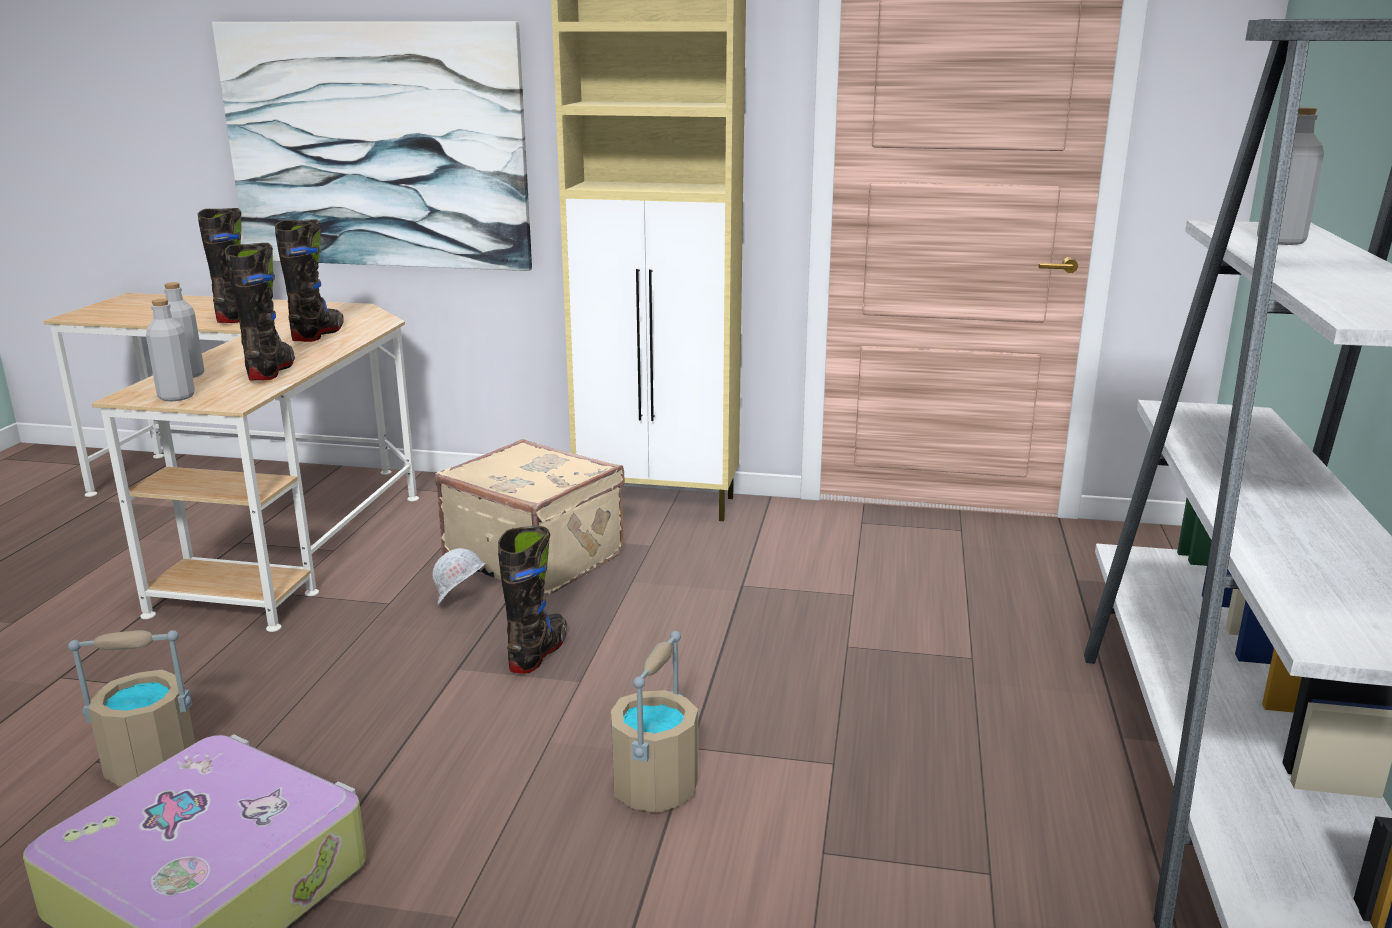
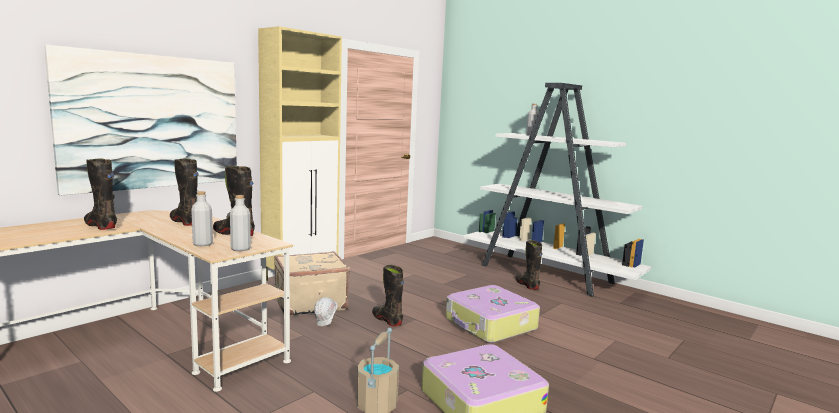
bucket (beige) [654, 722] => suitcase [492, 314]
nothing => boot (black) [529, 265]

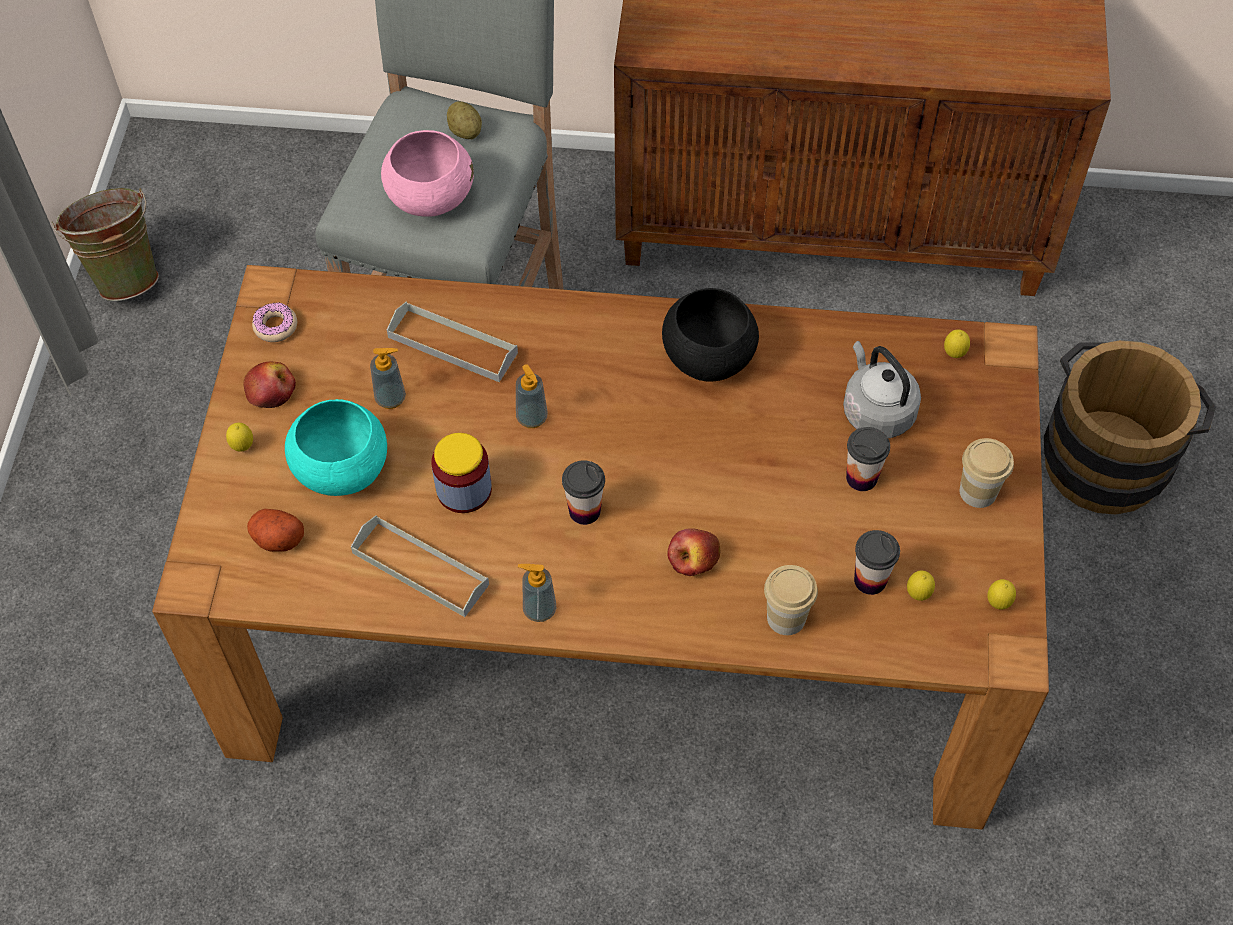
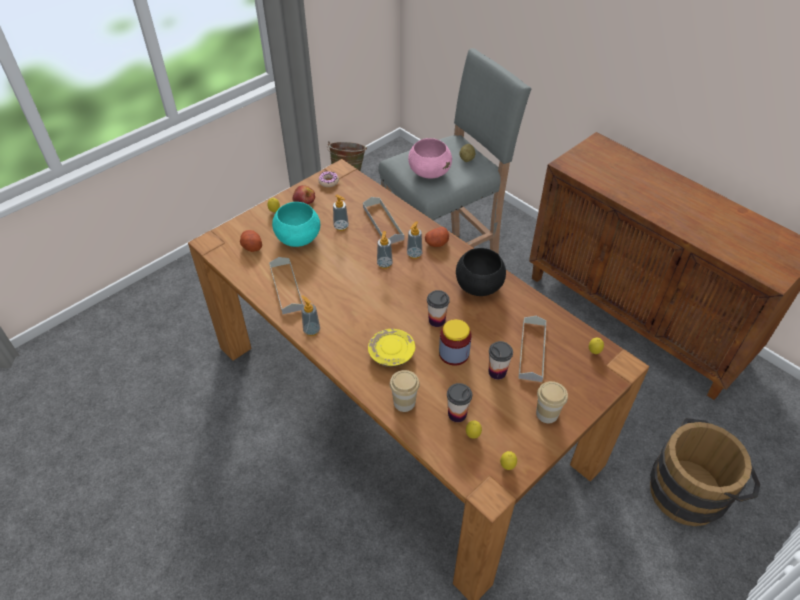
apple [693, 552] => plate (yellow) [391, 348]
nothing => soap dispenser [414, 240]
nothing => potato [437, 237]
cup [583, 492] => cup [438, 308], moved
jar [461, 473] => jar [455, 342], moved
kettle (grey) [882, 389] => tray (grey) [532, 349]

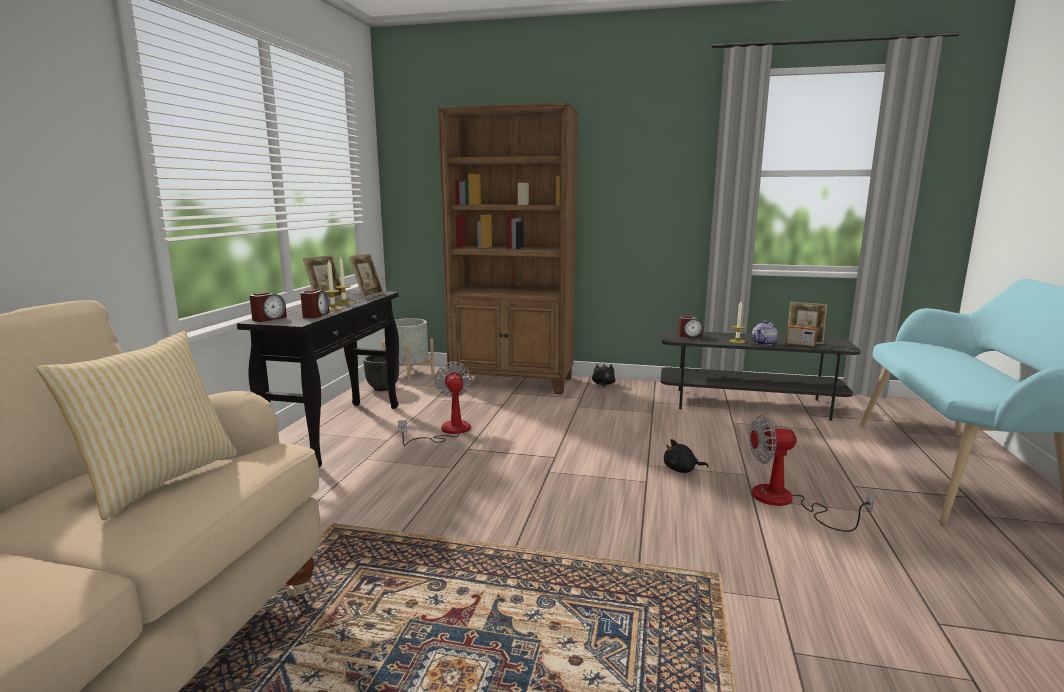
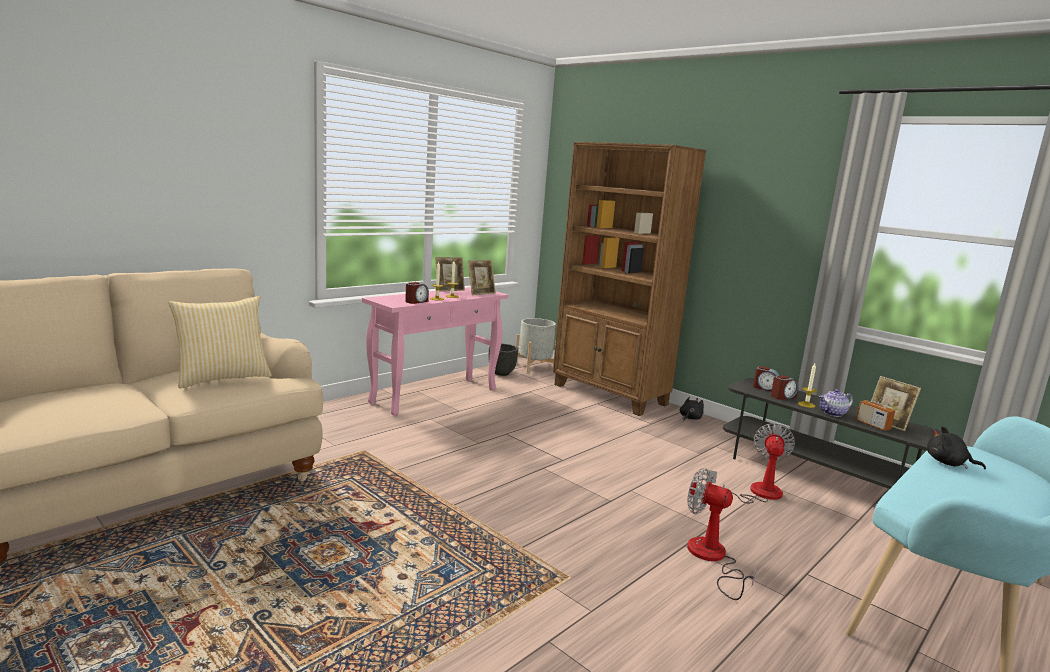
console table (black) [318, 379] => console table (pink) [435, 351]
fan [435, 404] => fan [751, 463], moved
alarm clock [268, 307] => alarm clock [785, 387], moved
plush toy (black) [686, 456] => plush toy (black) [956, 447], moved

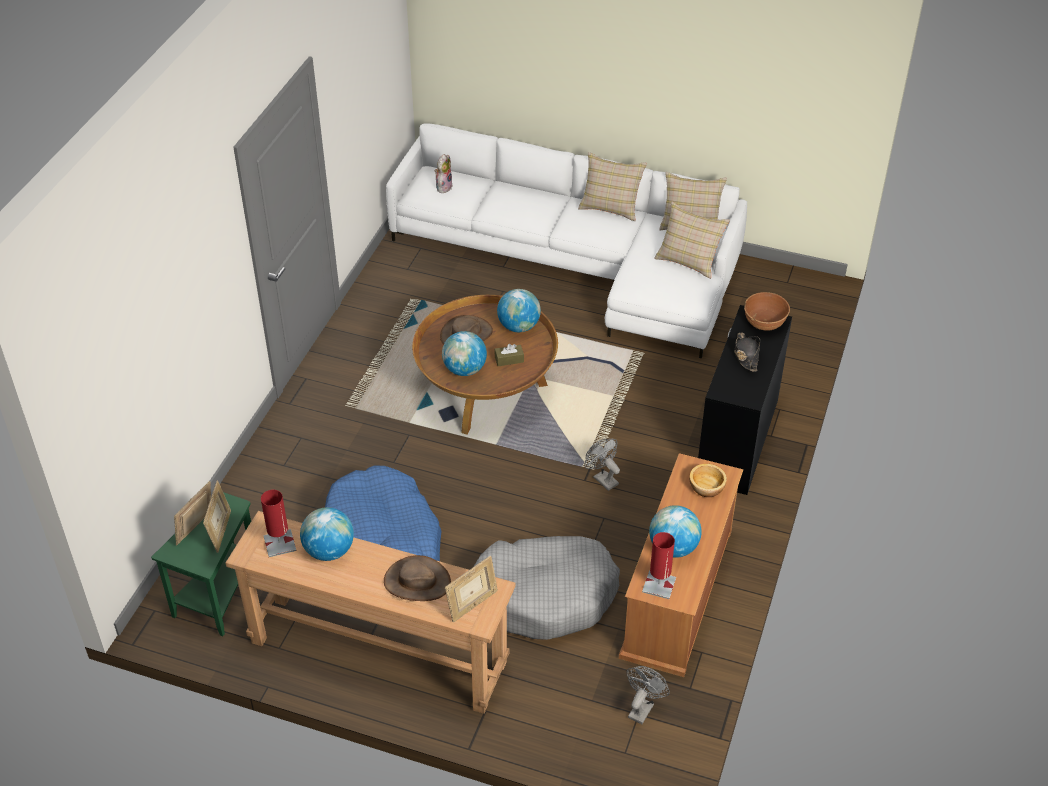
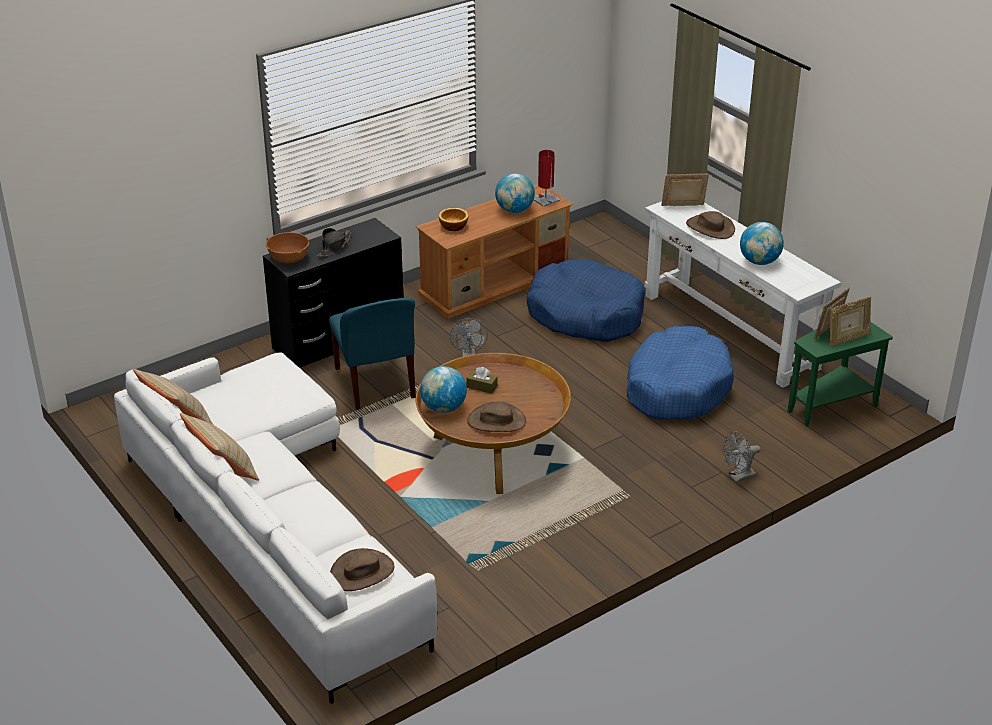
nothing => chair (blue) [372, 354]
plush toy [444, 173] => hat (brown) [362, 569]
dog bed (grey) [547, 588] => dog bed (blue) [585, 300]
console table (brown) [370, 612] => console table (white) [742, 294]
fan (grey) [648, 695] => fan (grey) [742, 456], moved
table lamp (red) [278, 523] => nothing
globe [464, 353] => nothing
pillow (beige) [692, 240] => nothing

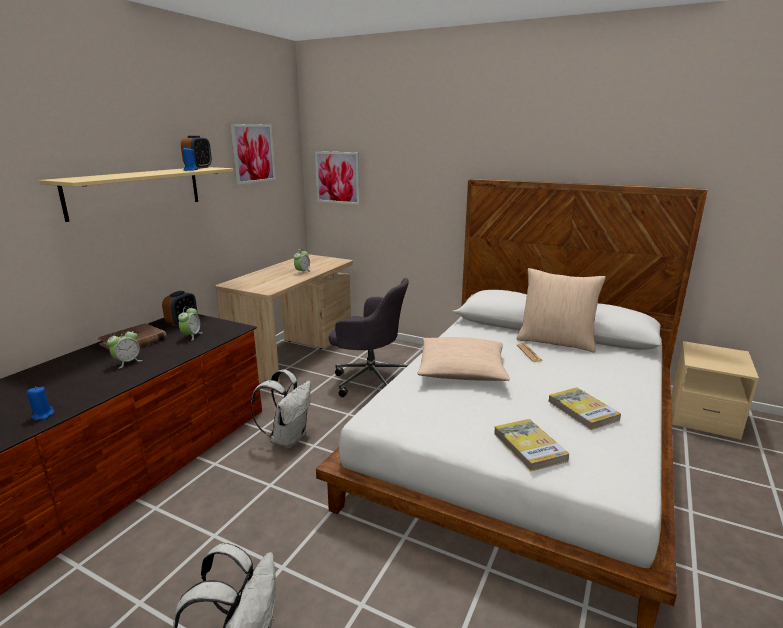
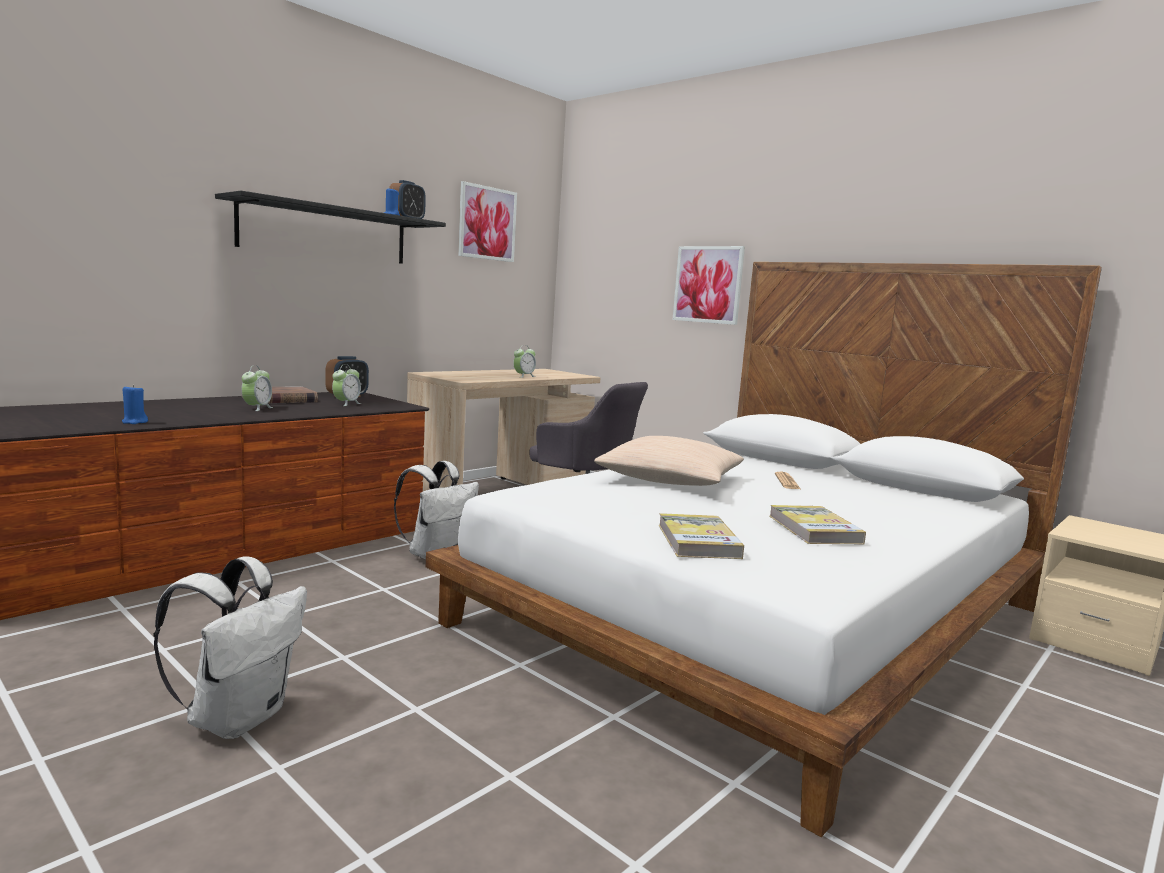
shelf (beige) [136, 194] => shelf (black) [330, 227]
alarm clock [124, 349] => alarm clock [257, 388], 45 degrees counterclockwise
picture [337, 178] => picture [708, 285], moved
pillow (beige) [561, 310] => nothing

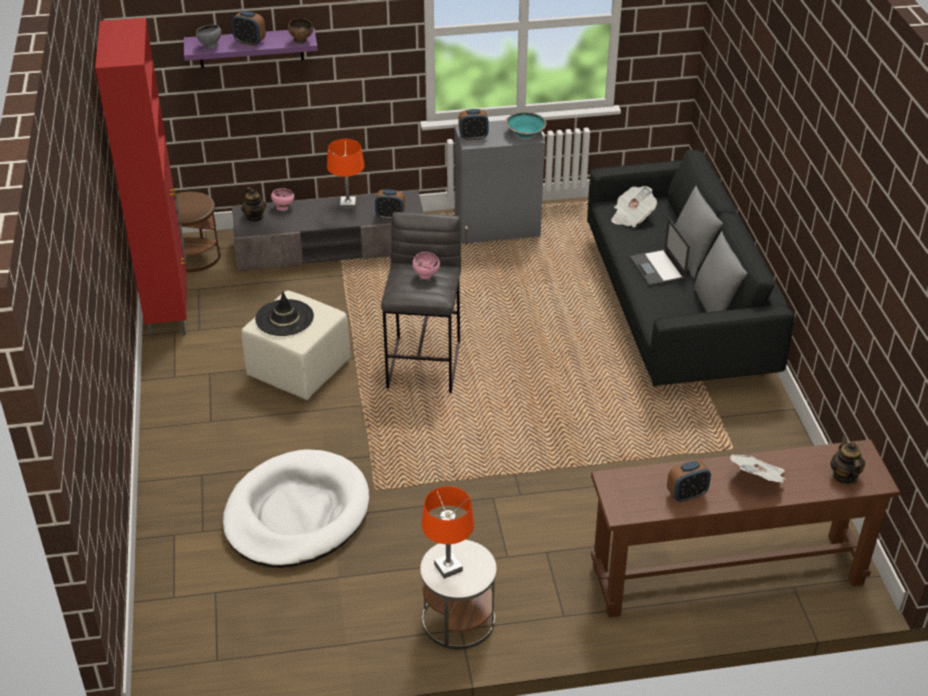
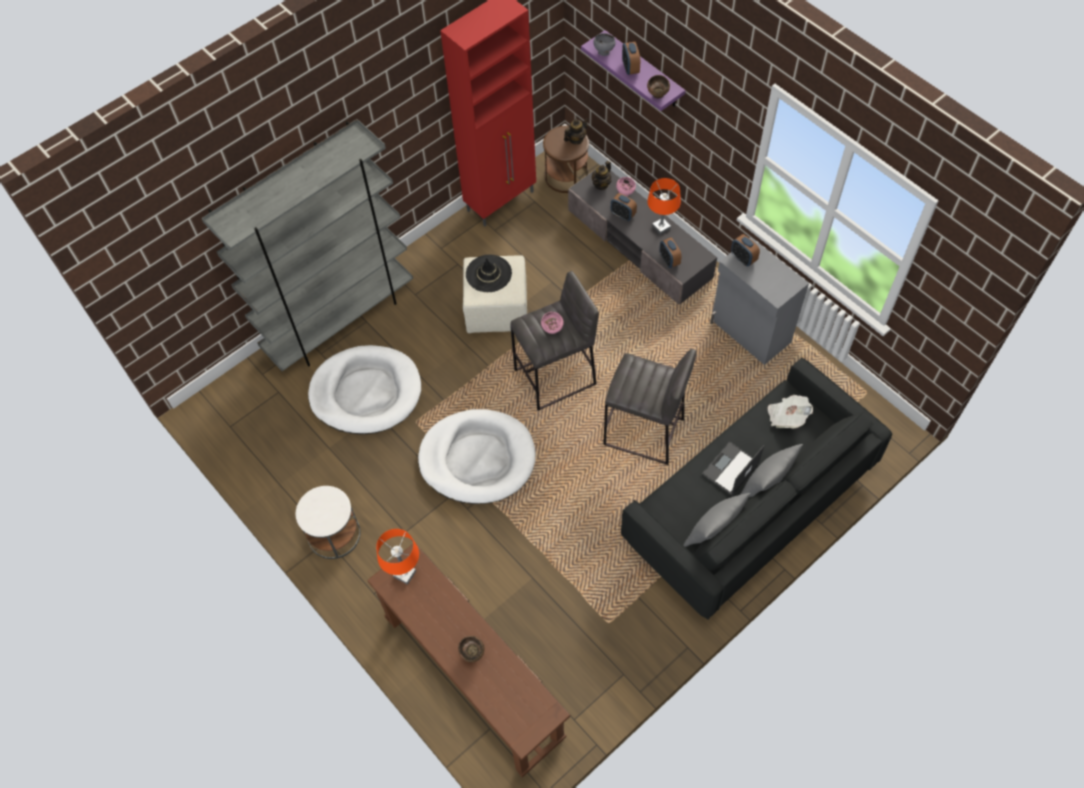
nothing => bookcase (grey) [307, 245]
table lamp (orange) [448, 532] => table lamp (orange) [397, 557], moved
nothing => dog bed (white) [477, 456]
newspaper [757, 469] => bowl (brown) [471, 649]
teapot [847, 460] => teapot [576, 131], moved
nothing => stool (grey) [649, 407]
alarm clock [689, 480] => alarm clock [624, 207], moved
bowl (turquoise) [526, 125] => nothing

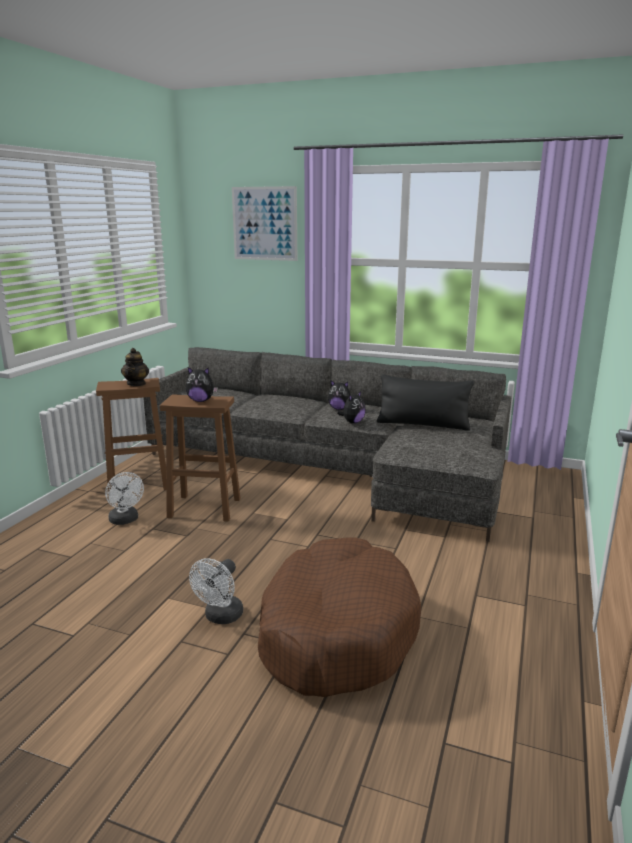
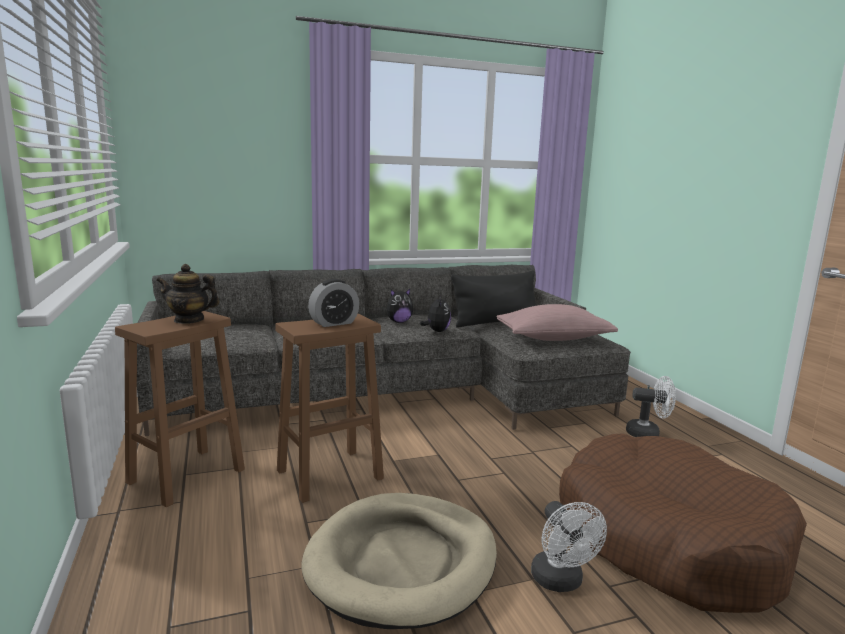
teapot [135, 367] => teapot [187, 294], 135 degrees clockwise
nothing => dog bed (beige) [399, 561]
plush toy [202, 384] => alarm clock [333, 303]
nothing => pillow (pink) [557, 322]
fan (white) [124, 498] => fan (white) [651, 406], moved
picture [264, 223] => nothing

